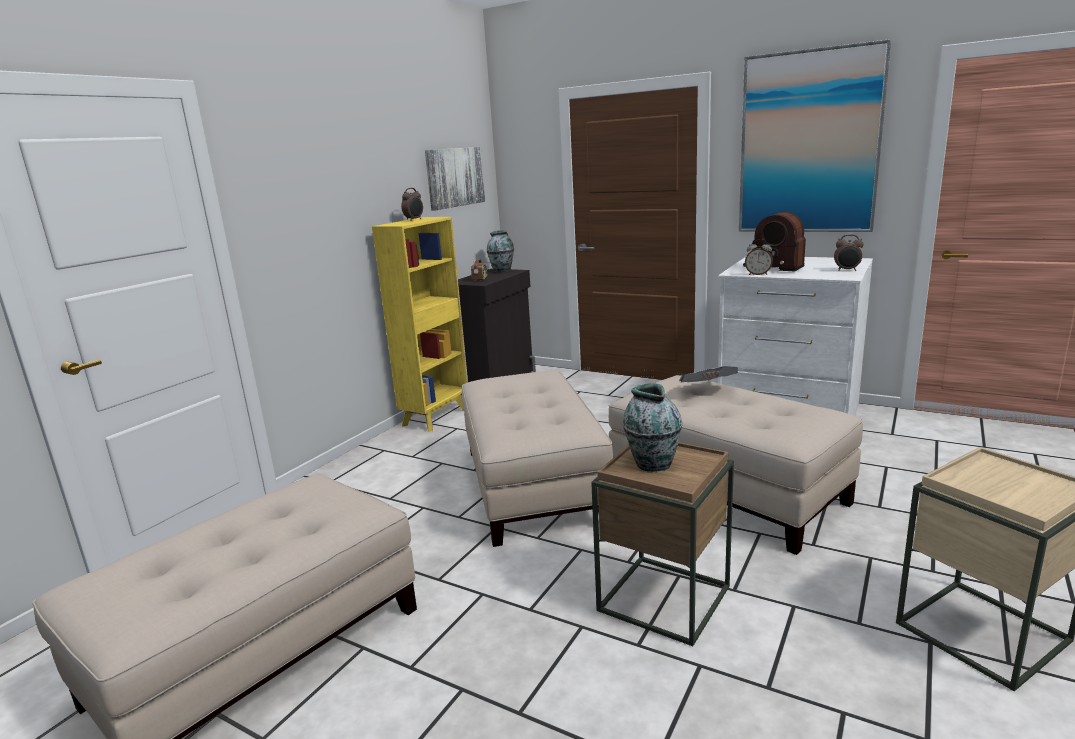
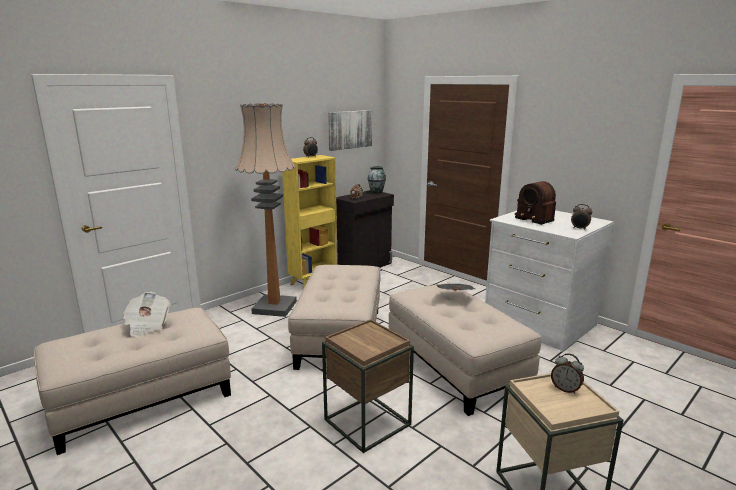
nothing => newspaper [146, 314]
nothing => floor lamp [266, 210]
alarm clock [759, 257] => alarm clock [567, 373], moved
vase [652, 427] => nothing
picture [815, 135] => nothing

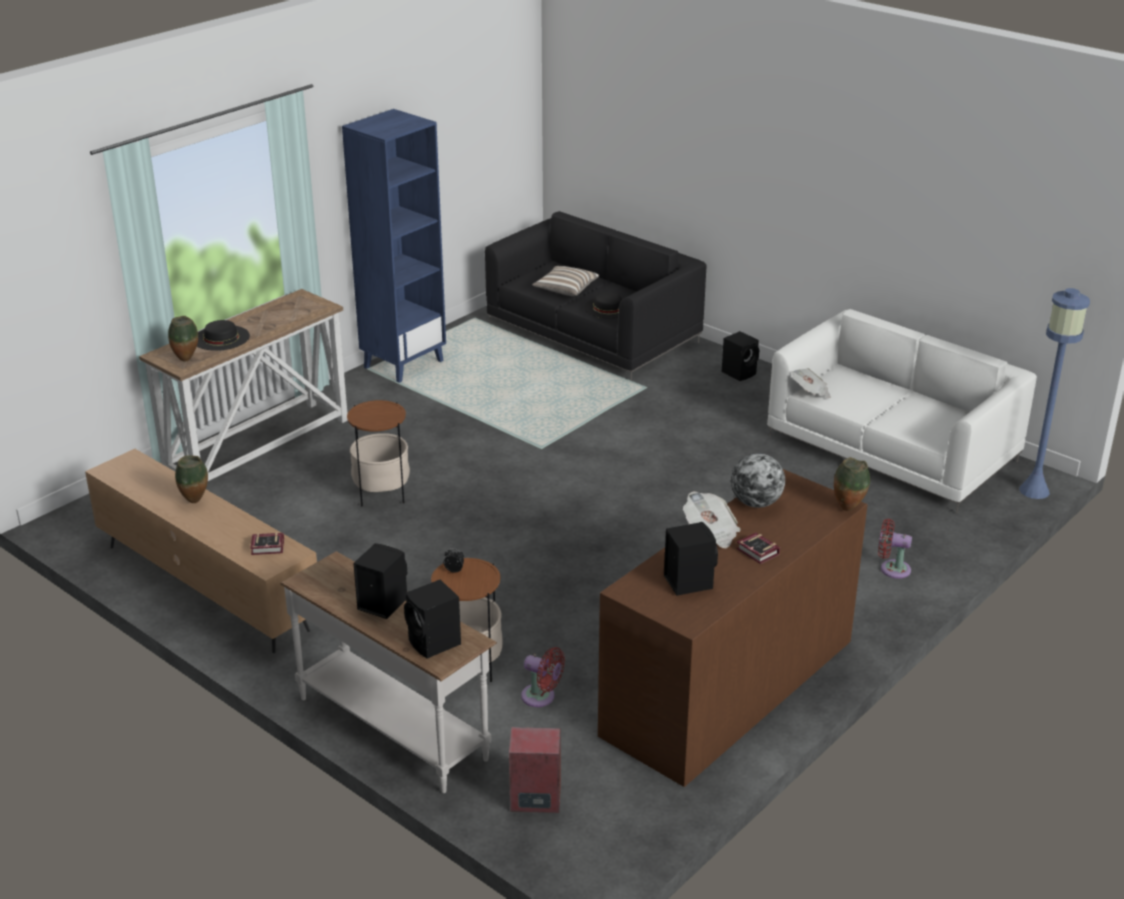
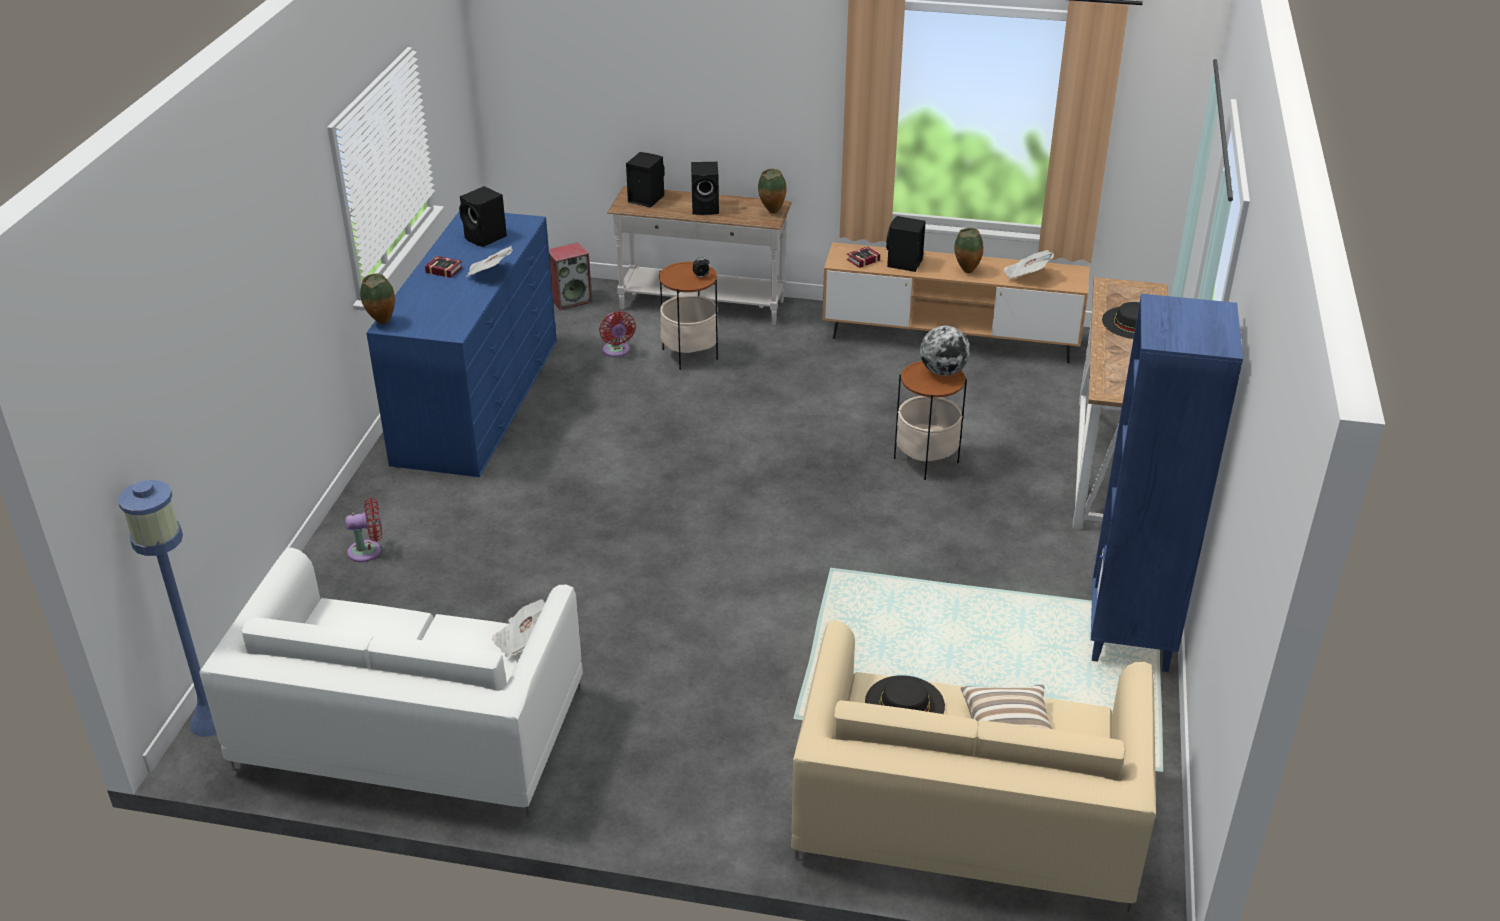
dresser (brown) [732, 628] => dresser (blue) [461, 344]
fan (red) [543, 677] => fan (red) [617, 334], 105 degrees counterclockwise
vase [183, 339] => vase [772, 191], moved
sofa (black) [596, 296] => sofa (beige) [973, 766]
speaker (black) [740, 356] => speaker (black) [906, 244], moved
globe [758, 480] => globe [945, 351], moved
nothing => newspaper [1029, 264]

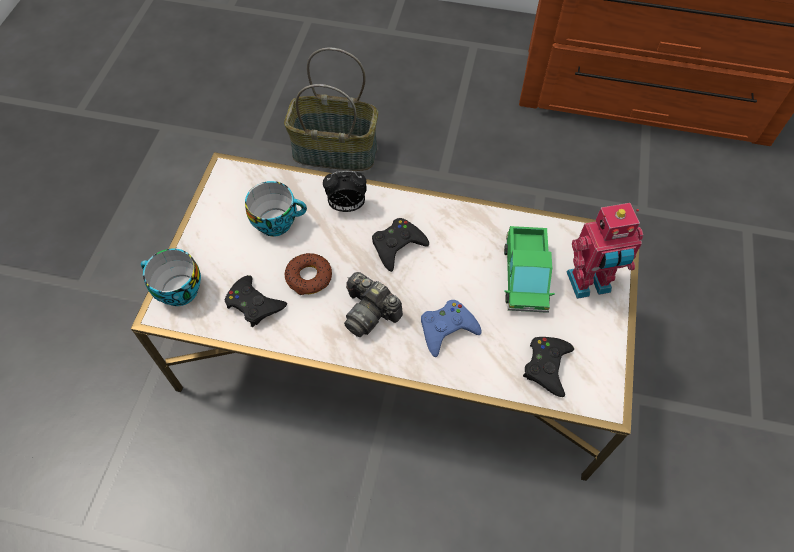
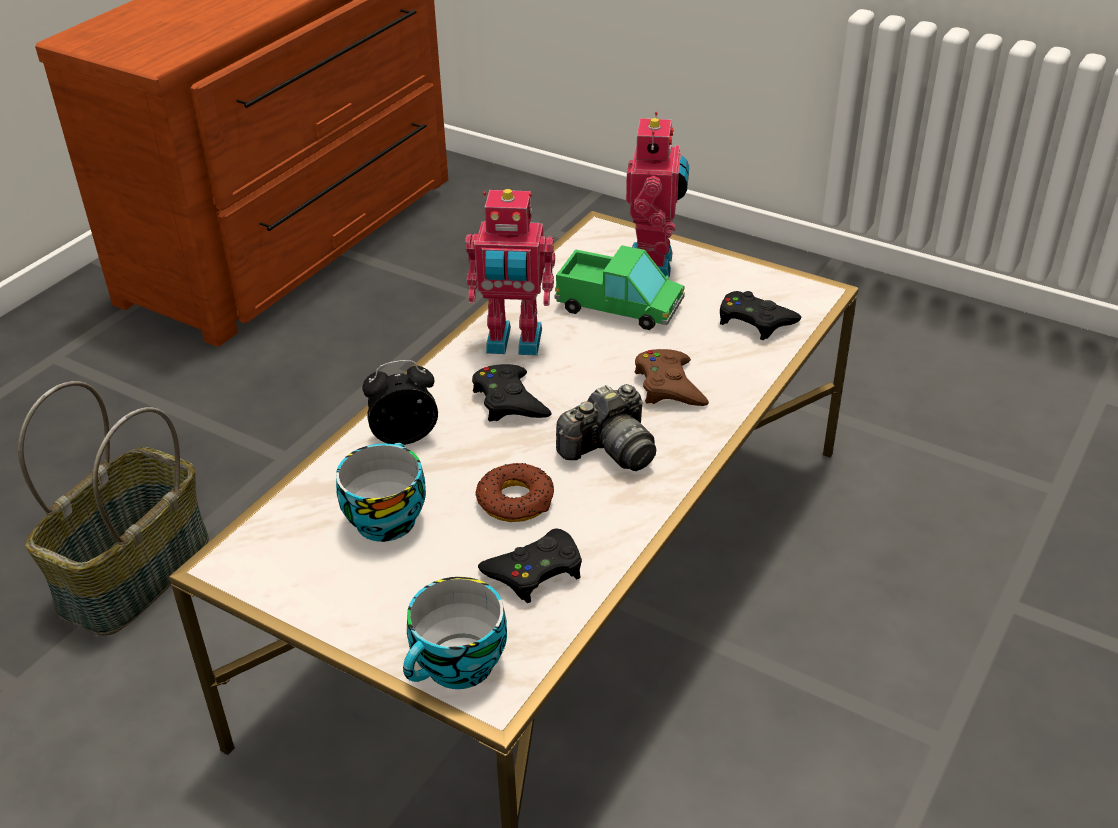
alarm clock [345, 191] => alarm clock [400, 402], 120 degrees counterclockwise
nothing => toy robot [510, 272]
game controller (blue) [451, 328] => game controller (brown) [672, 377]

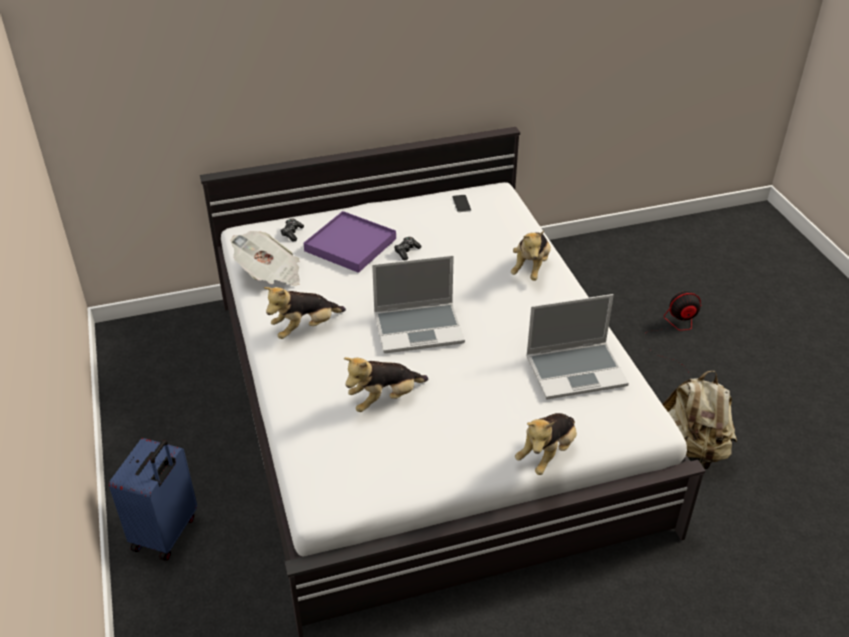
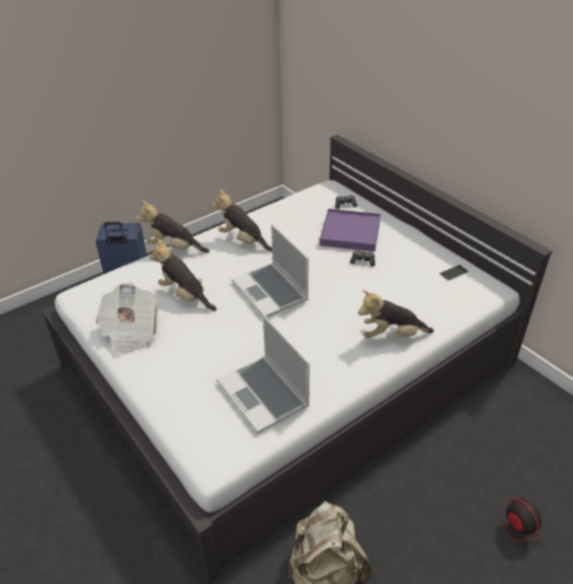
newspaper [265, 258] => newspaper [127, 319], moved
plush toy [546, 444] => plush toy [172, 227], moved

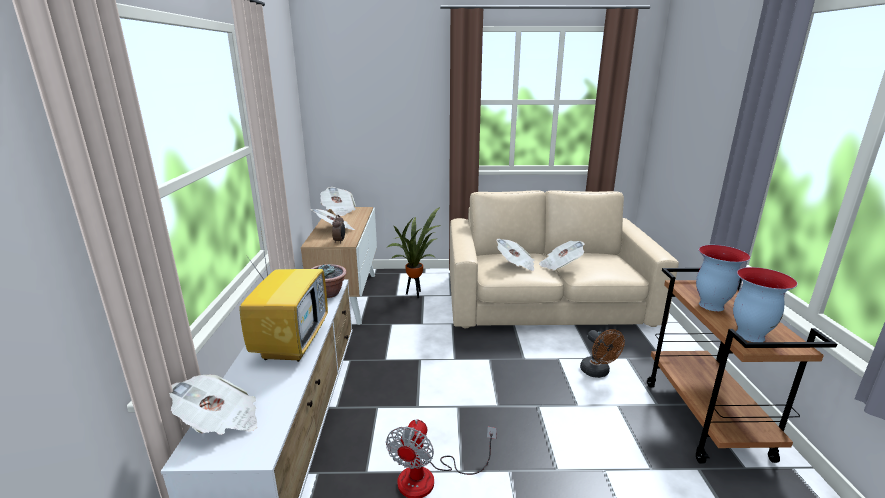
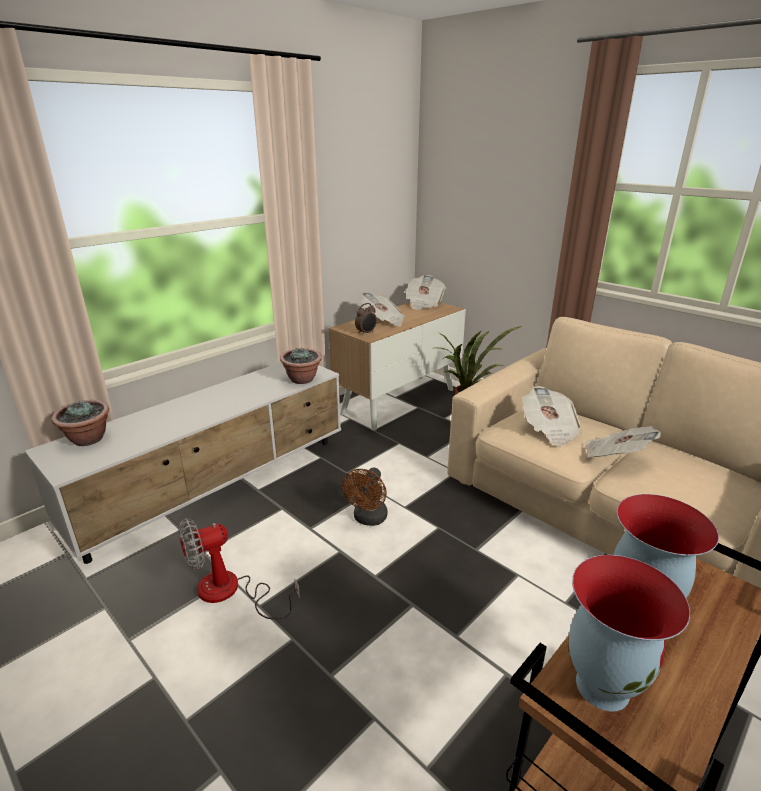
newspaper [213, 404] => potted plant [80, 423]
fan (brown) [602, 353] => fan (brown) [365, 496], moved
television [284, 297] => nothing

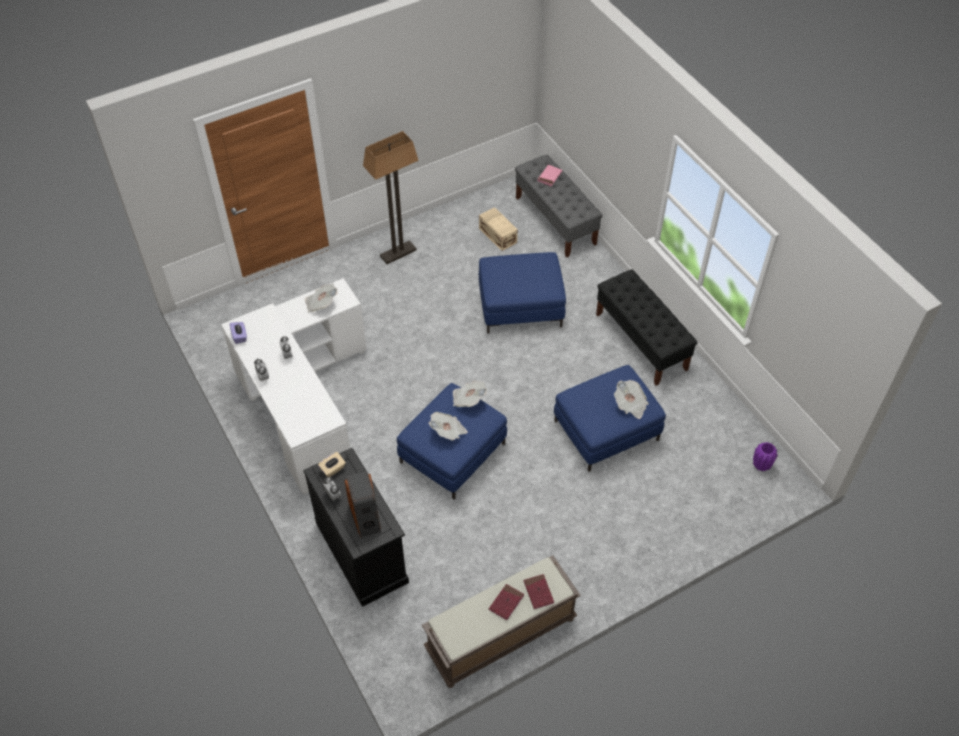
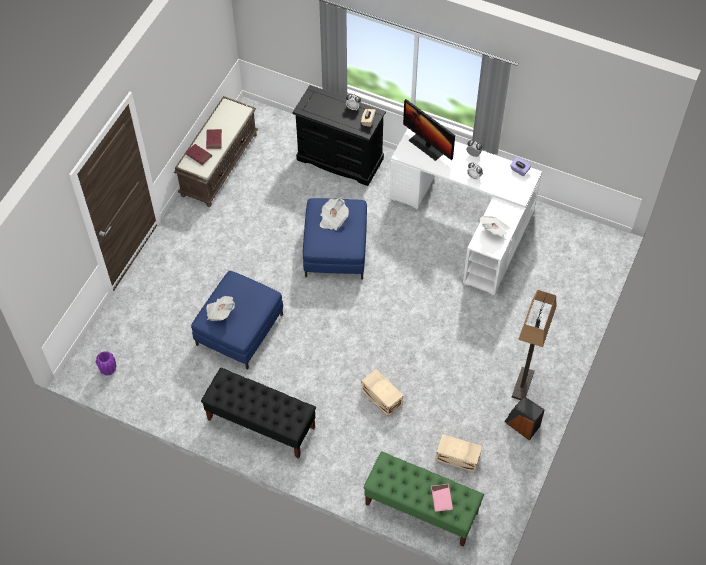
ottoman (blue) [522, 293] => storage box (beige) [382, 392]
bench (grey) [559, 206] => bench (green) [423, 499]
nothing => monitor [429, 130]
speaker [362, 504] => speaker [524, 418], moved
newspaper [470, 394] => nothing

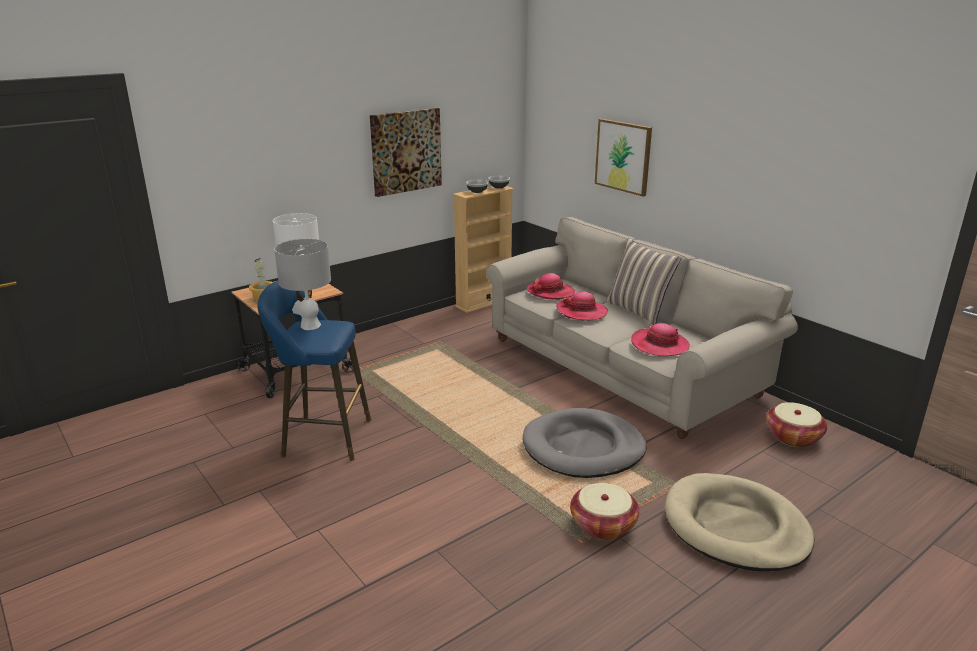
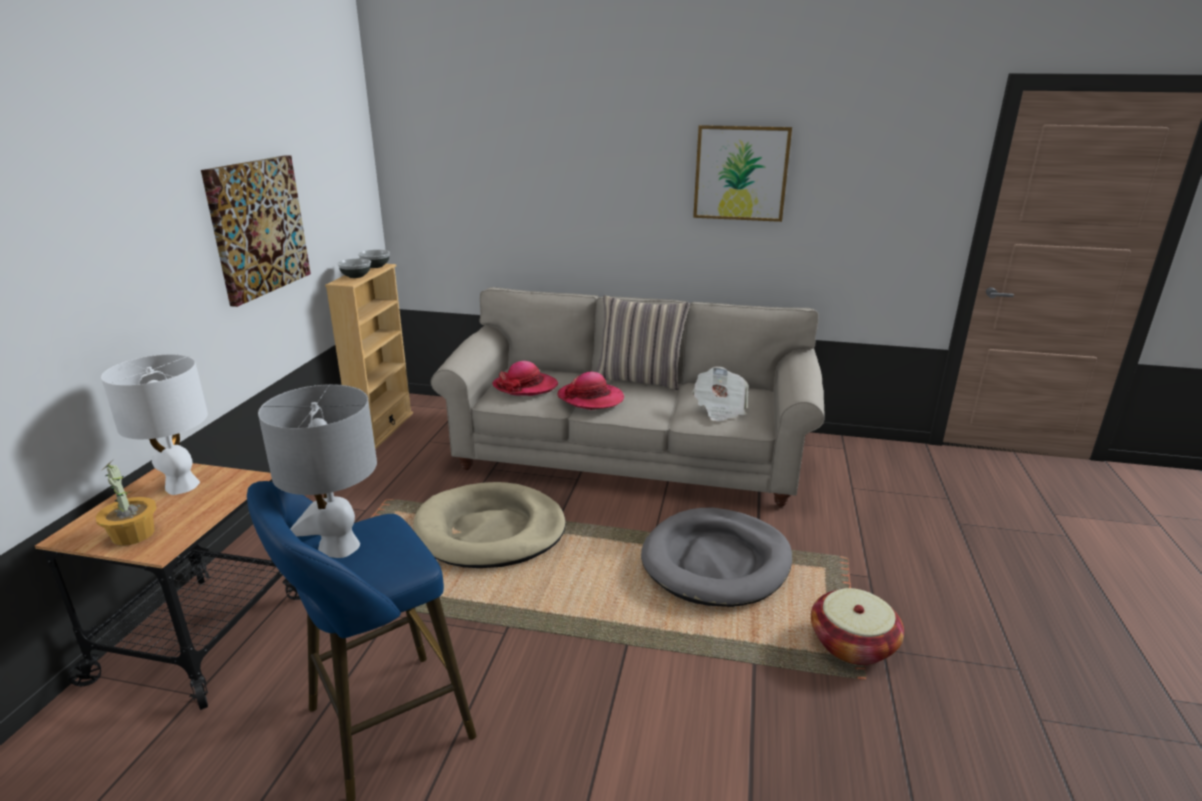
dog bed (beige) [739, 522] => dog bed (beige) [489, 525], moved
picture [623, 158] => picture [742, 173], moved
hat [660, 339] => newspaper [721, 394]
basket [796, 424] => nothing

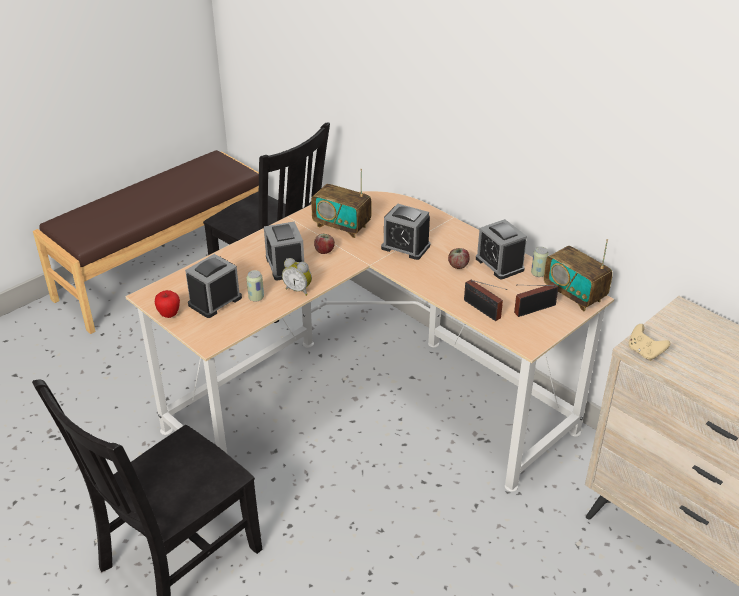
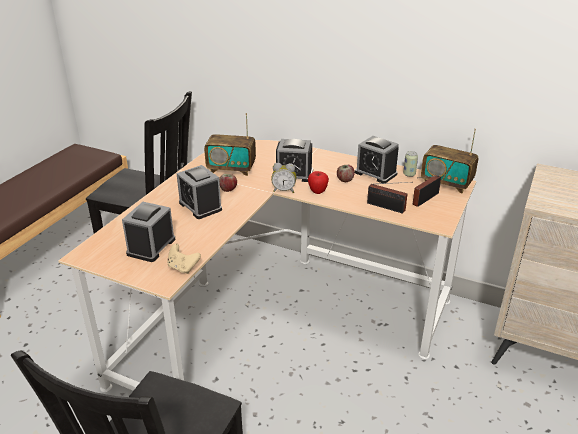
game controller (beige) [649, 342] => game controller (beige) [184, 259], moved
alarm clock [297, 277] => alarm clock [283, 178], moved
apple [167, 304] => apple [318, 182], moved
can [255, 286] => nothing

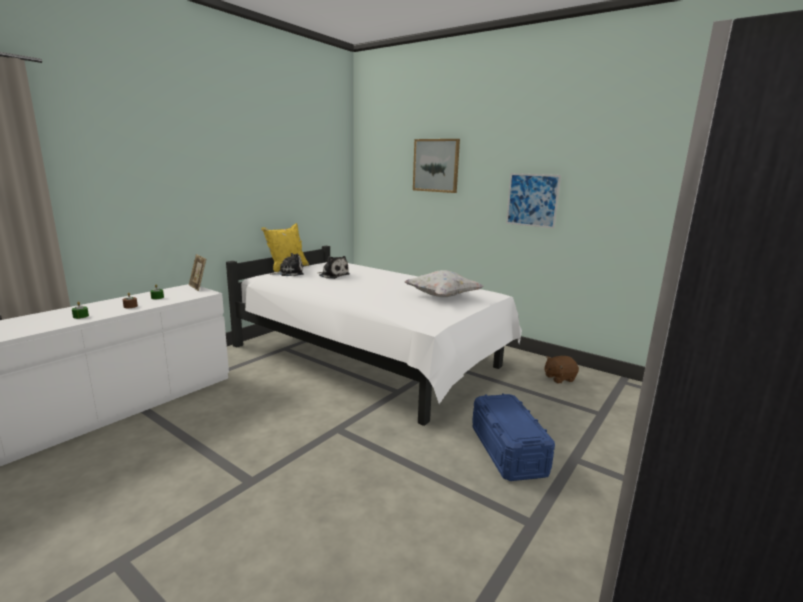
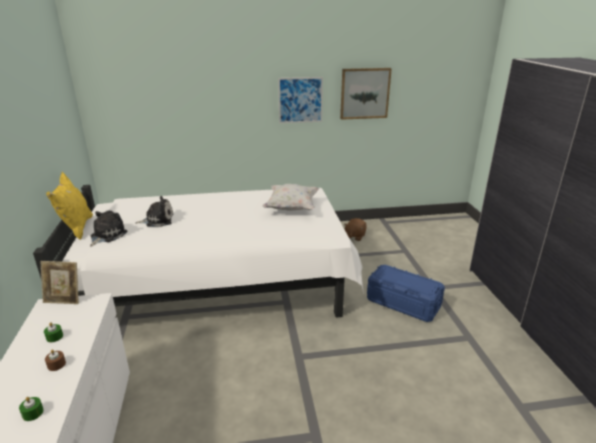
picture [436, 166] => picture [366, 94], moved

